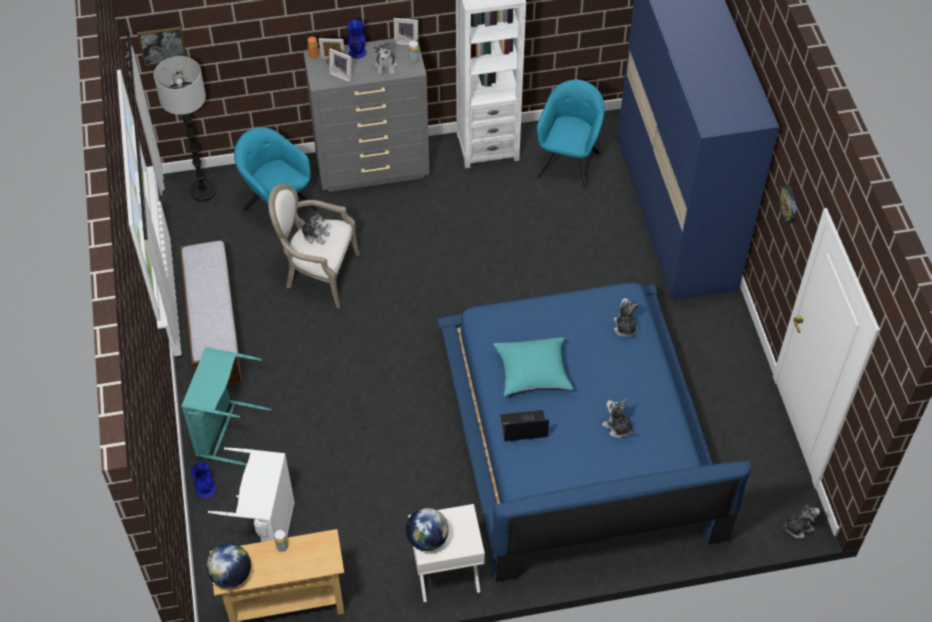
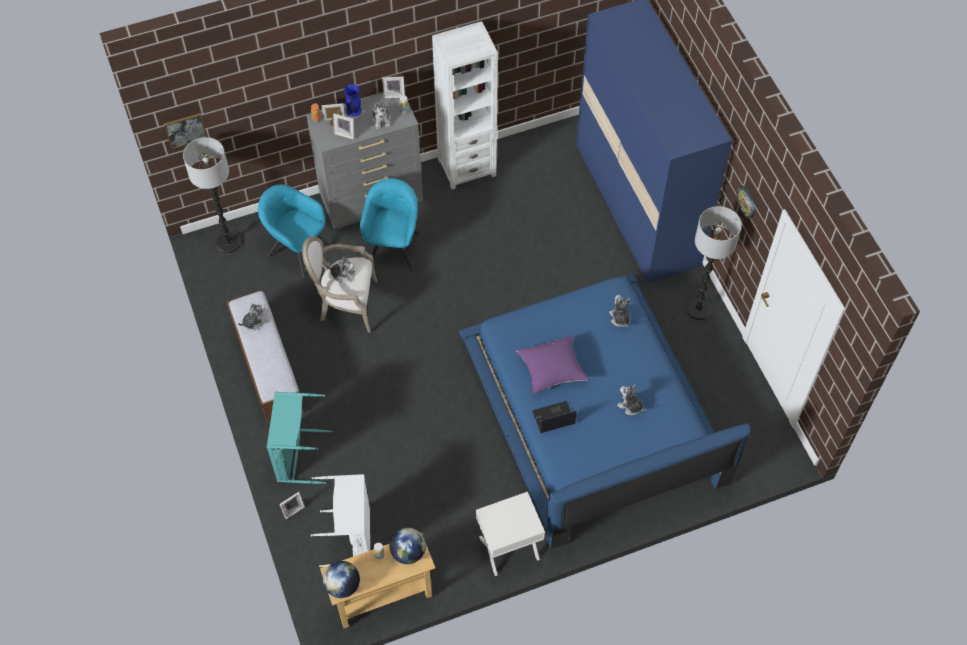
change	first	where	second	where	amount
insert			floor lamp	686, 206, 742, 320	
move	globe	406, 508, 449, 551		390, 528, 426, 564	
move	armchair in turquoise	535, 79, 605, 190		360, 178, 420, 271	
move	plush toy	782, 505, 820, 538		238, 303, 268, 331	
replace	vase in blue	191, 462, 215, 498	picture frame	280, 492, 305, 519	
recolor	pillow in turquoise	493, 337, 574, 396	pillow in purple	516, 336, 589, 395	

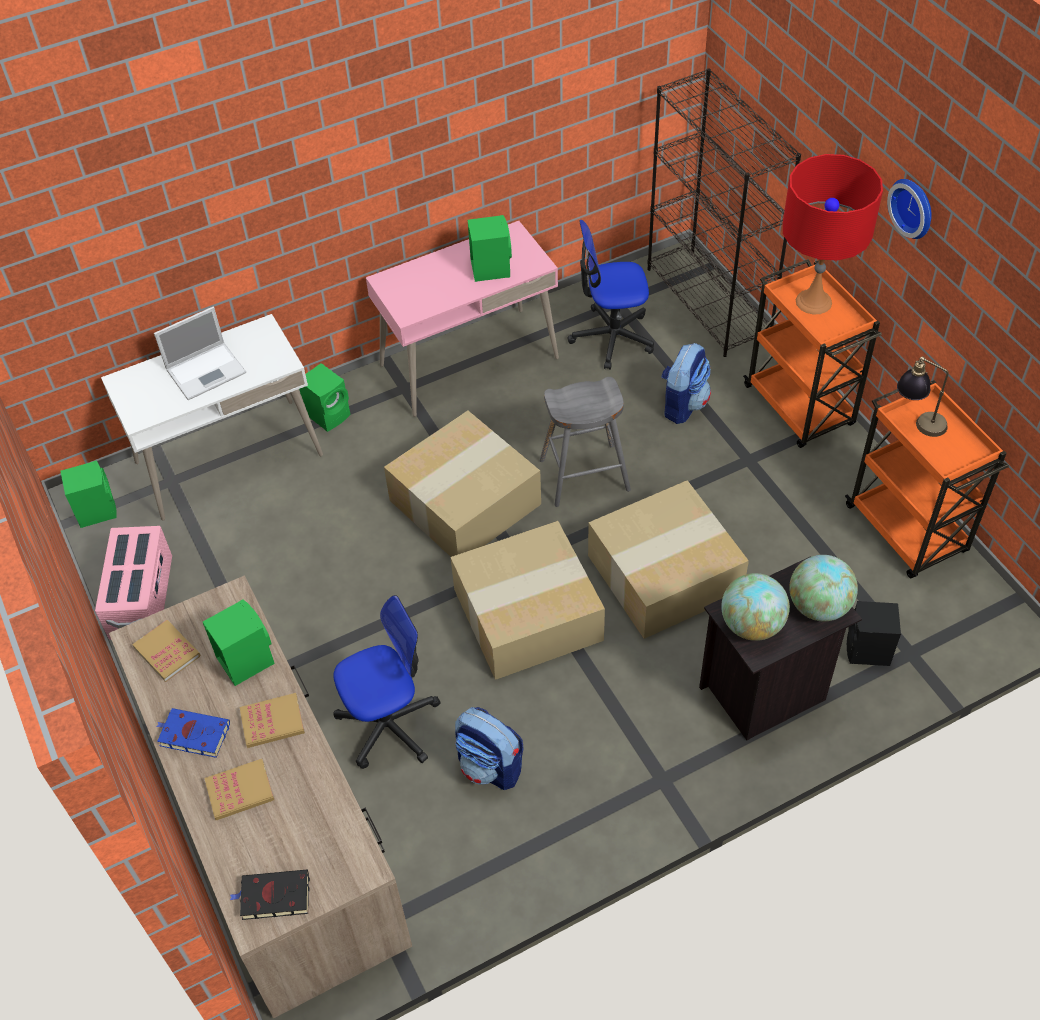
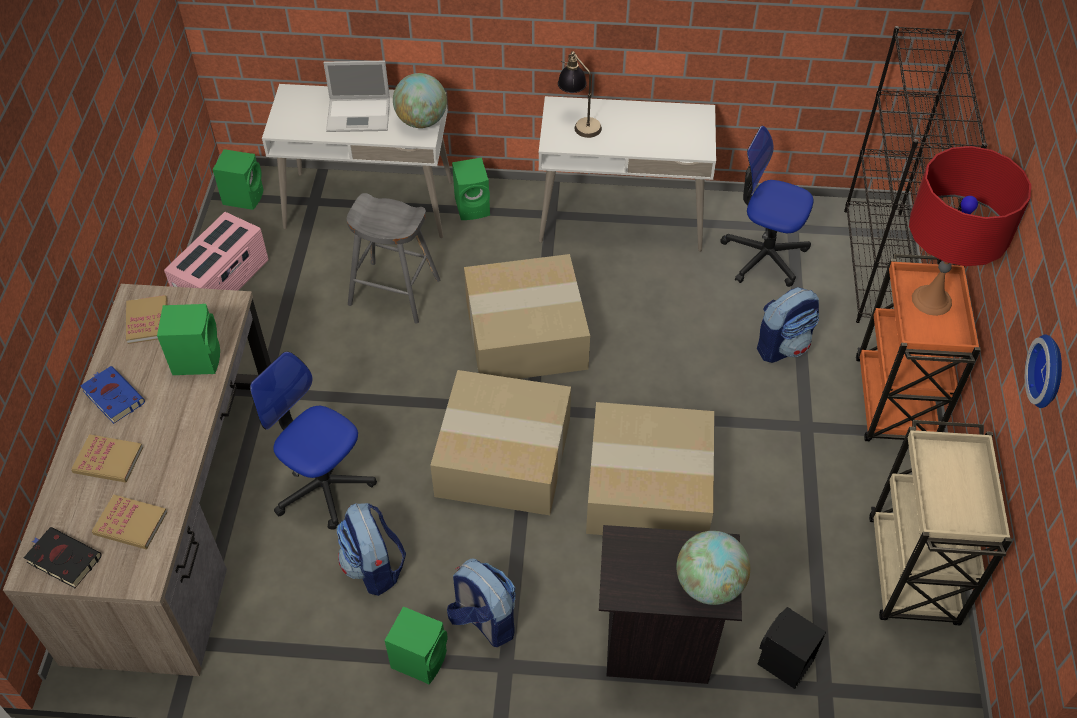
change	first	where	second	where	amount
insert			backpack	447, 558, 516, 647	
move	book	239, 693, 305, 748		92, 494, 167, 549	
move	speaker in green	468, 215, 512, 282		385, 606, 448, 684	
move	stool in grey	540, 377, 631, 507		347, 193, 440, 324	
move	globe	721, 573, 790, 641		393, 73, 447, 128	
move	wall clock	887, 179, 932, 239		1025, 334, 1062, 408	
move	table lamp	897, 356, 949, 437		558, 51, 602, 138	
recolor	desk in pink	366, 221, 559, 417	desk in white	539, 96, 716, 252	
recolor	cart in orange	845, 380, 1009, 578	cart in beige	869, 420, 1012, 625	
rotate	office chair	333, 595, 440, 769		250, 351, 377, 529	150 degrees counterclockwise

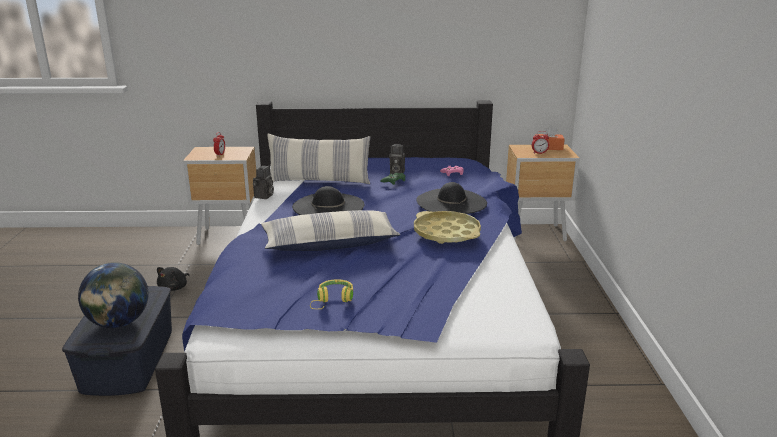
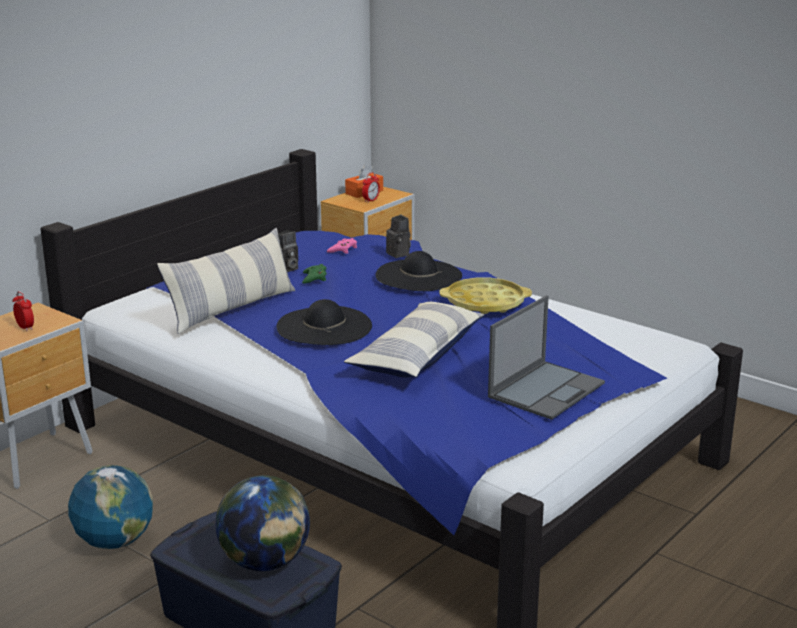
change	first	where	second	where	amount
move	photo camera	253, 166, 274, 199		386, 214, 411, 258	
replace	plush toy in black	157, 267, 190, 291	globe	68, 465, 153, 549	
replace	headphones in yellow	310, 279, 353, 309	laptop	488, 295, 605, 420	

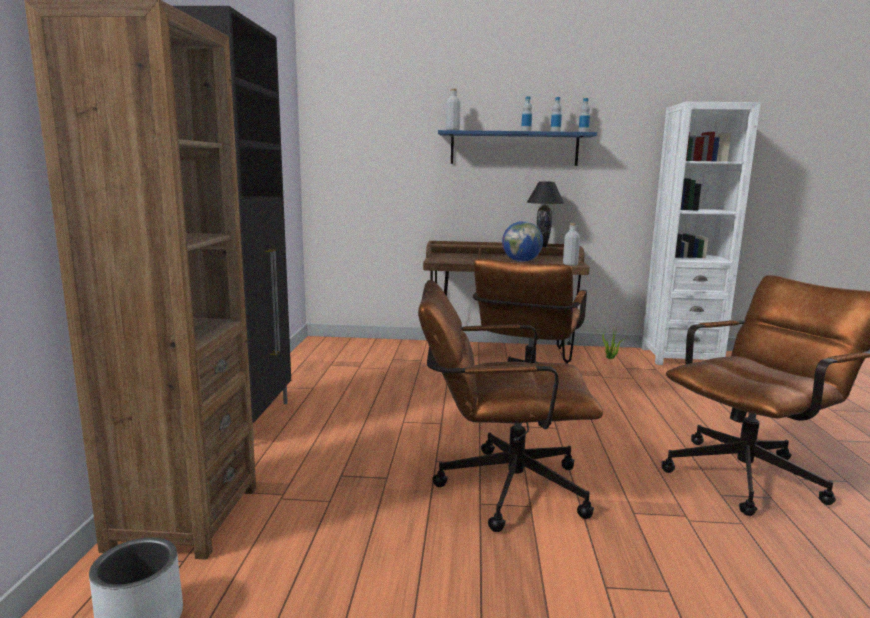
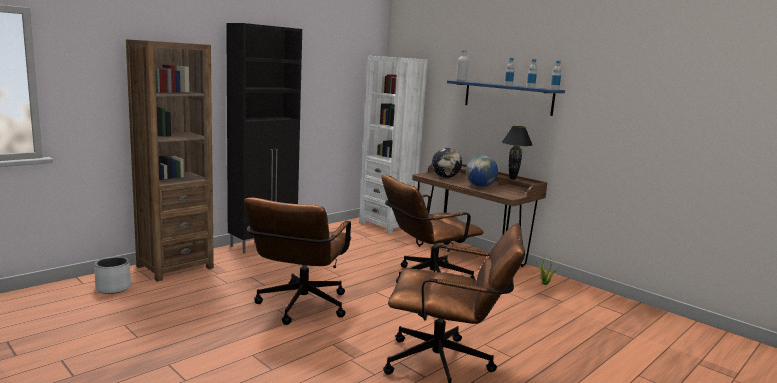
change	first	where	second	where	amount
delete	bottle in grey	563, 223, 580, 266			
insert			globe	432, 148, 462, 178	
move	bookcase in white	642, 102, 761, 365		359, 56, 428, 234	
rotate	office chair in brown	418, 280, 603, 532		244, 198, 351, 325	120 degrees counterclockwise

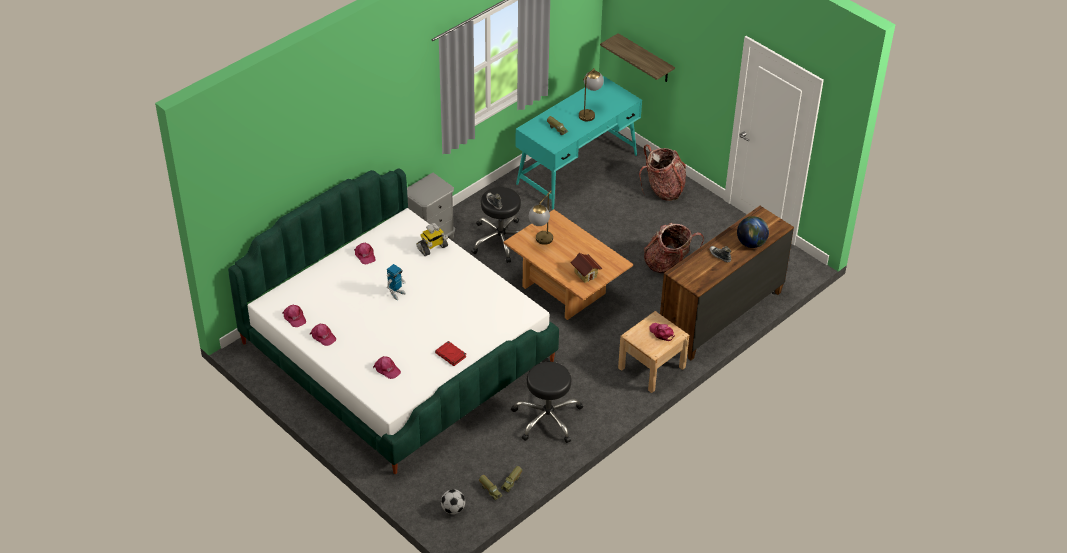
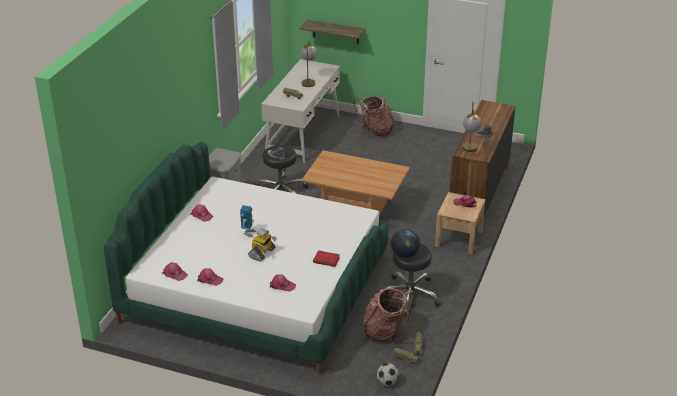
change	first	where	second	where	amount
delete	toy house	570, 253, 603, 283			
move	toy robot	417, 223, 448, 256		248, 228, 277, 261	
move	table lamp	529, 191, 553, 245		462, 101, 482, 152	
move	backpack	644, 223, 704, 273		363, 288, 415, 343	
move	globe	737, 216, 769, 248		391, 229, 420, 258	
recolor	desk in turquoise	516, 76, 642, 209	desk in white	261, 59, 340, 163	

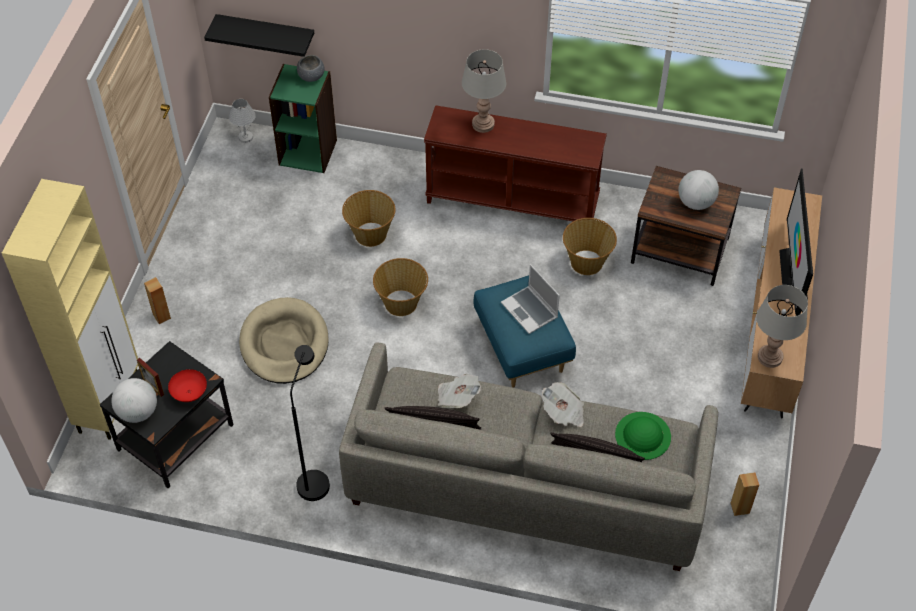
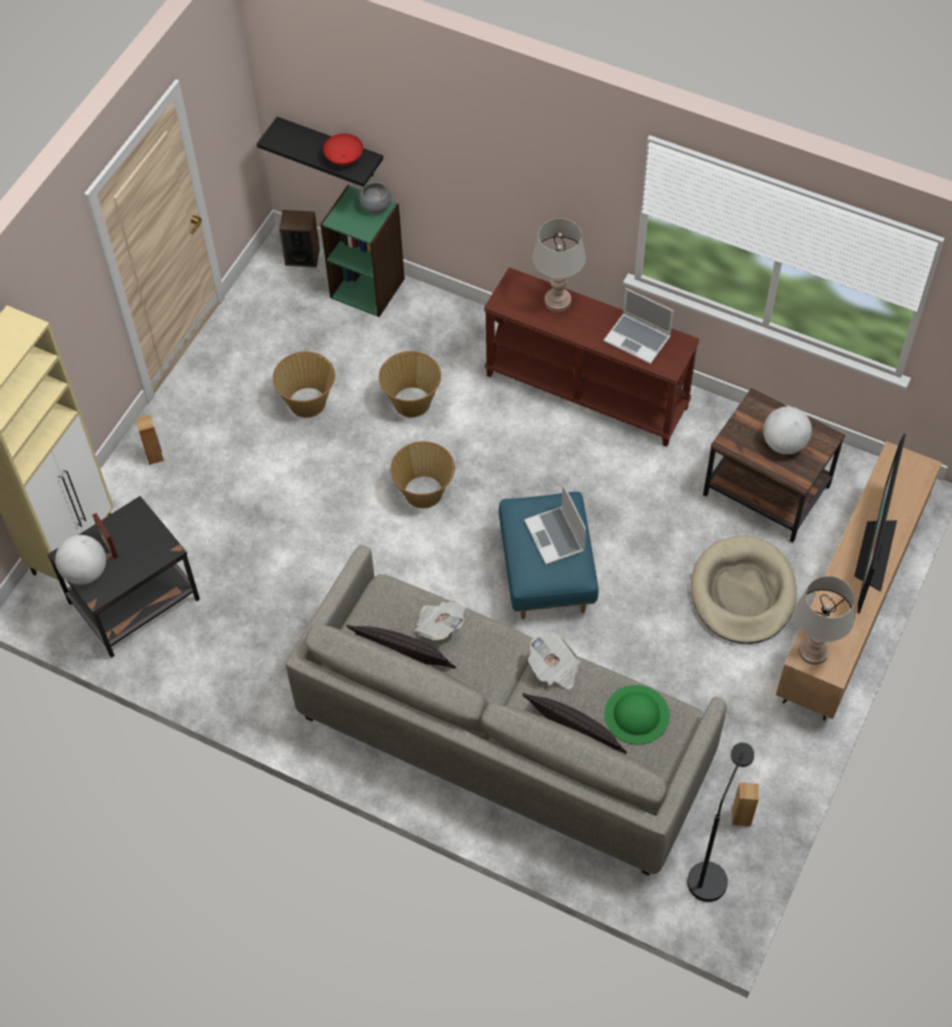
change	first	where	second	where	amount
insert			laptop	604, 288, 674, 364	
move	bowl in red	168, 369, 207, 402		323, 133, 363, 165	
move	dog bed in beige	239, 297, 329, 384		691, 536, 797, 644	
move	floor lamp in black	290, 345, 330, 501		687, 743, 754, 902	
move	basket	563, 218, 617, 275		273, 351, 335, 418	
replace	table lamp in white	229, 99, 256, 143	speaker	279, 210, 320, 268	

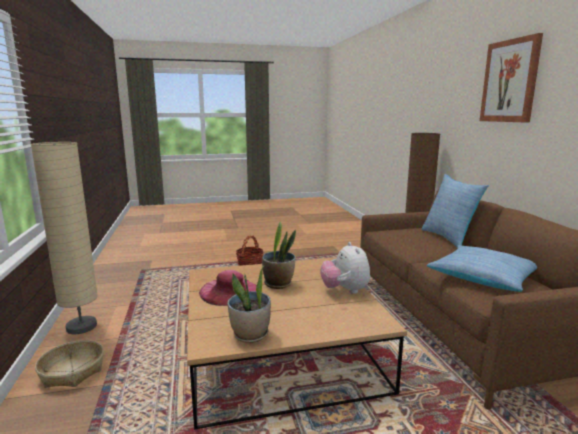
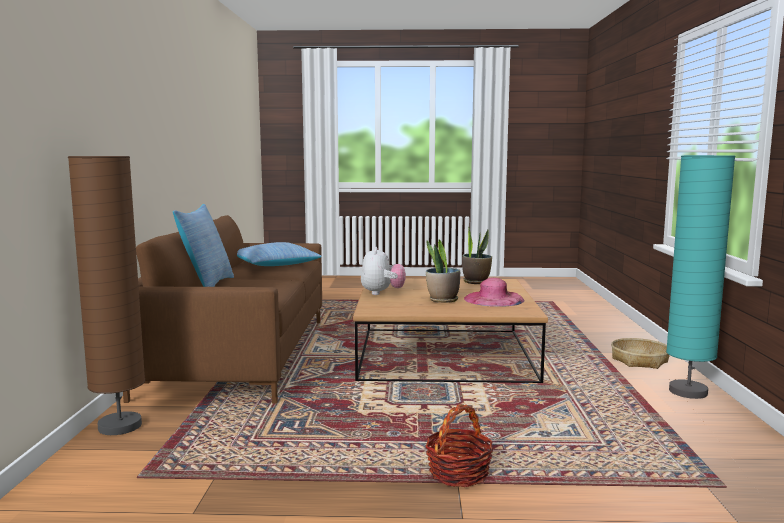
change	first	where	second	where	amount
delete	picture	480, 33, 543, 122			
recolor	floor lamp in beige	31, 142, 98, 335	floor lamp in turquoise	666, 155, 735, 399	

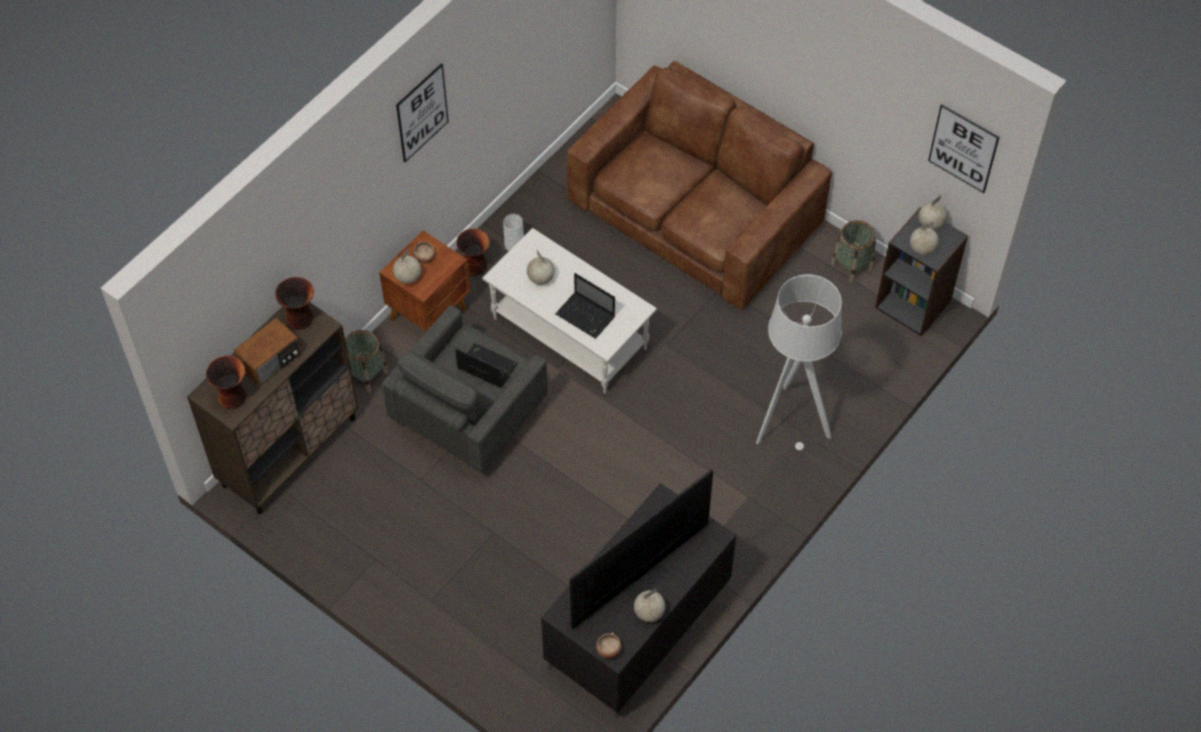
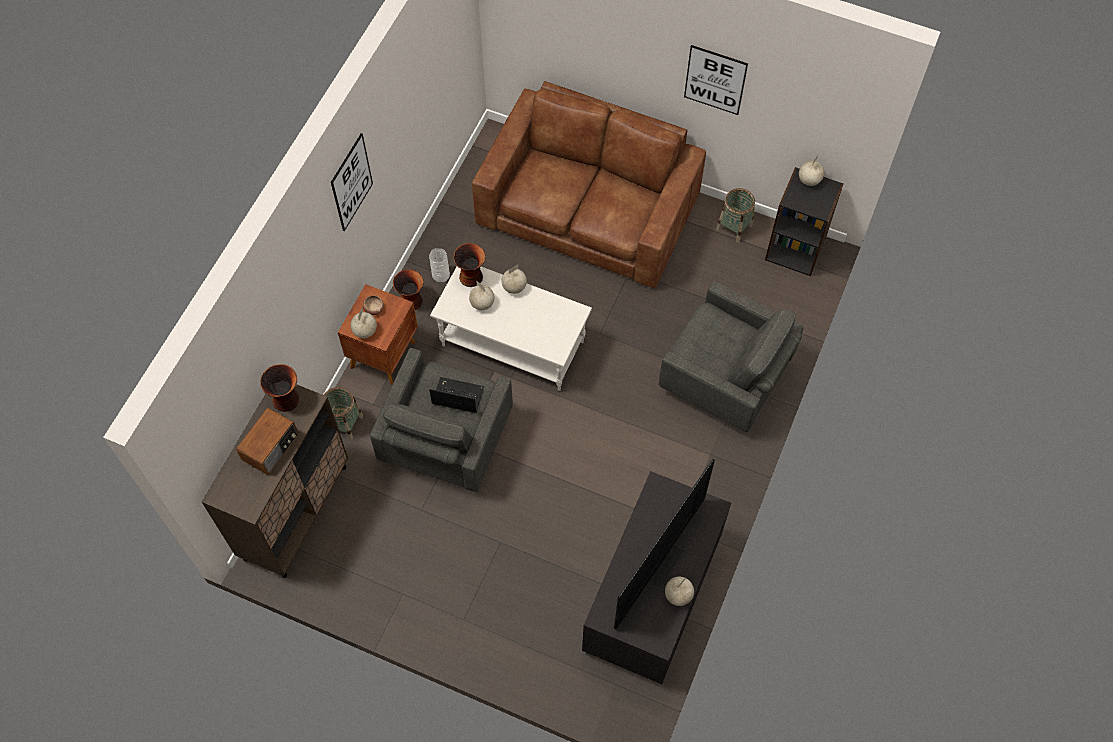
change	first	where	second	where	amount
delete	laptop	555, 273, 615, 338			
delete	bowl	596, 632, 622, 659			
move	vase	206, 355, 246, 409		453, 243, 486, 287	
move	globe	910, 222, 939, 255		502, 264, 527, 294	
move	picture	928, 104, 1000, 193		684, 45, 748, 115	
replace	floor lamp in grey	756, 274, 842, 450	armchair in grey	659, 281, 804, 432	

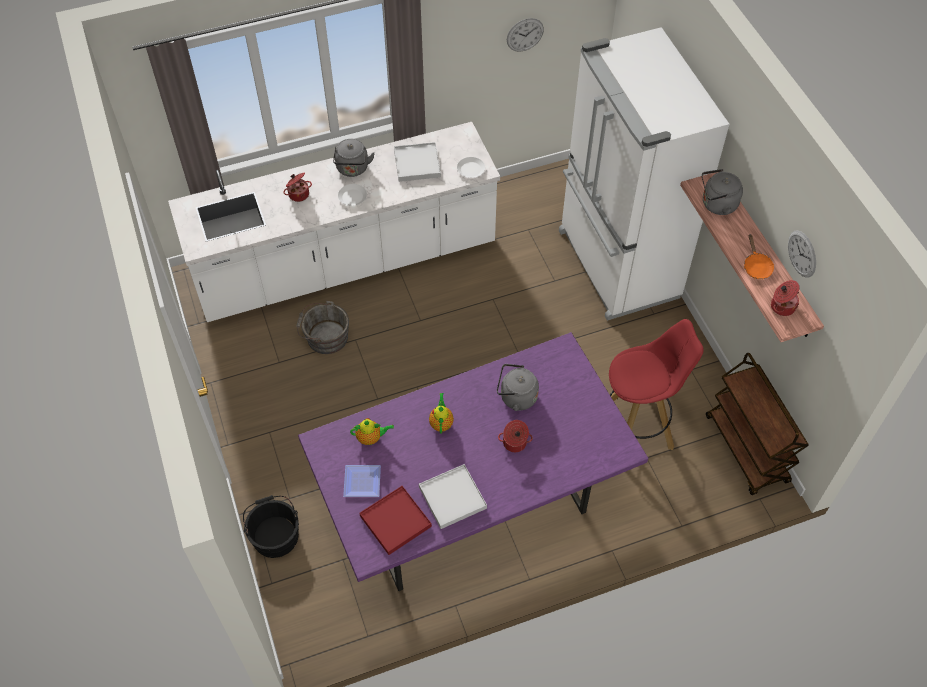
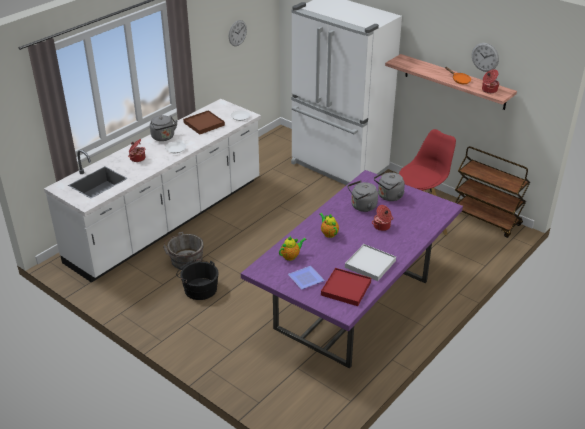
change	first	where	second	where	amount
move	bucket in black	243, 495, 299, 558		176, 259, 219, 300	
move	kettle in grey	702, 169, 743, 215		374, 171, 405, 201	
recolor	tray in white	394, 142, 441, 182	tray in brown	183, 110, 225, 135	

